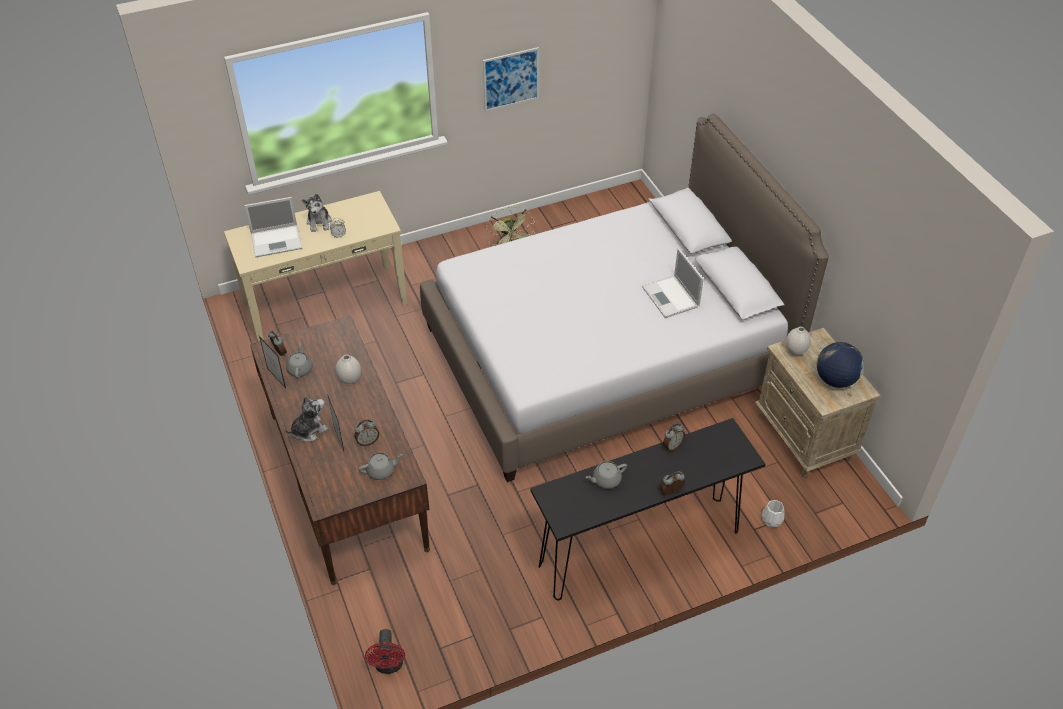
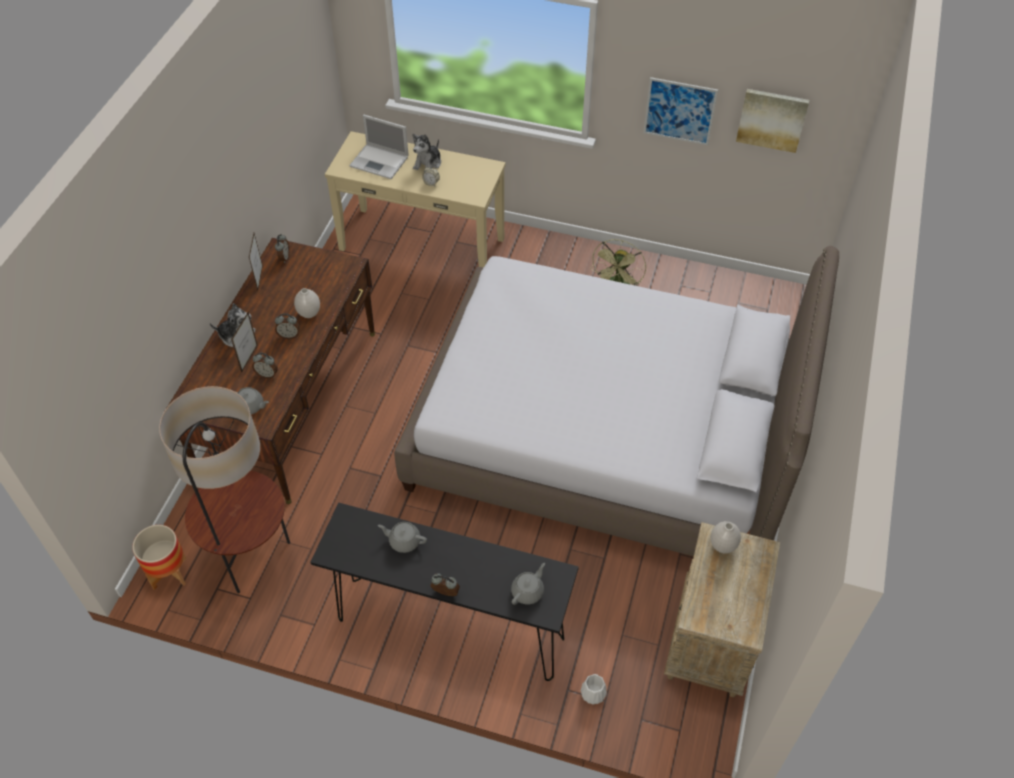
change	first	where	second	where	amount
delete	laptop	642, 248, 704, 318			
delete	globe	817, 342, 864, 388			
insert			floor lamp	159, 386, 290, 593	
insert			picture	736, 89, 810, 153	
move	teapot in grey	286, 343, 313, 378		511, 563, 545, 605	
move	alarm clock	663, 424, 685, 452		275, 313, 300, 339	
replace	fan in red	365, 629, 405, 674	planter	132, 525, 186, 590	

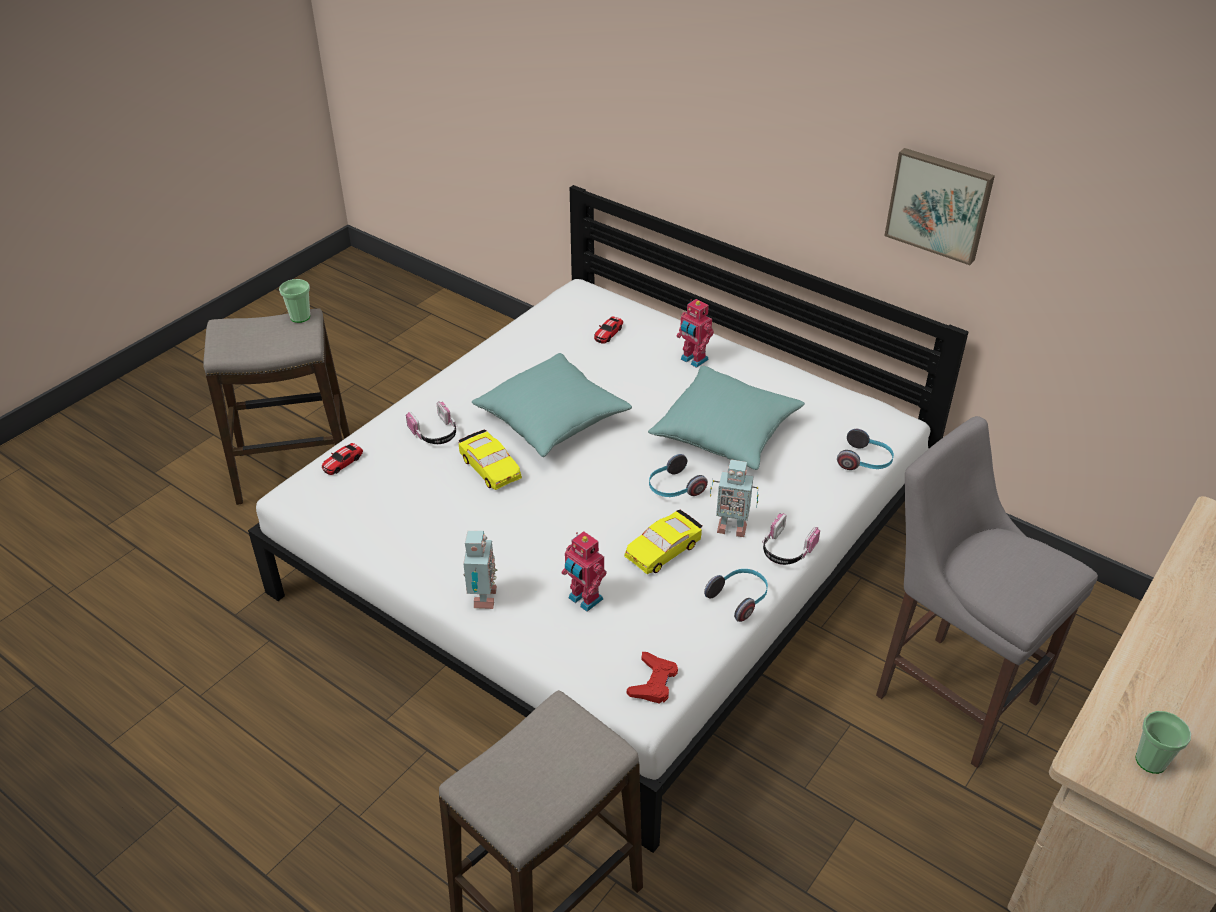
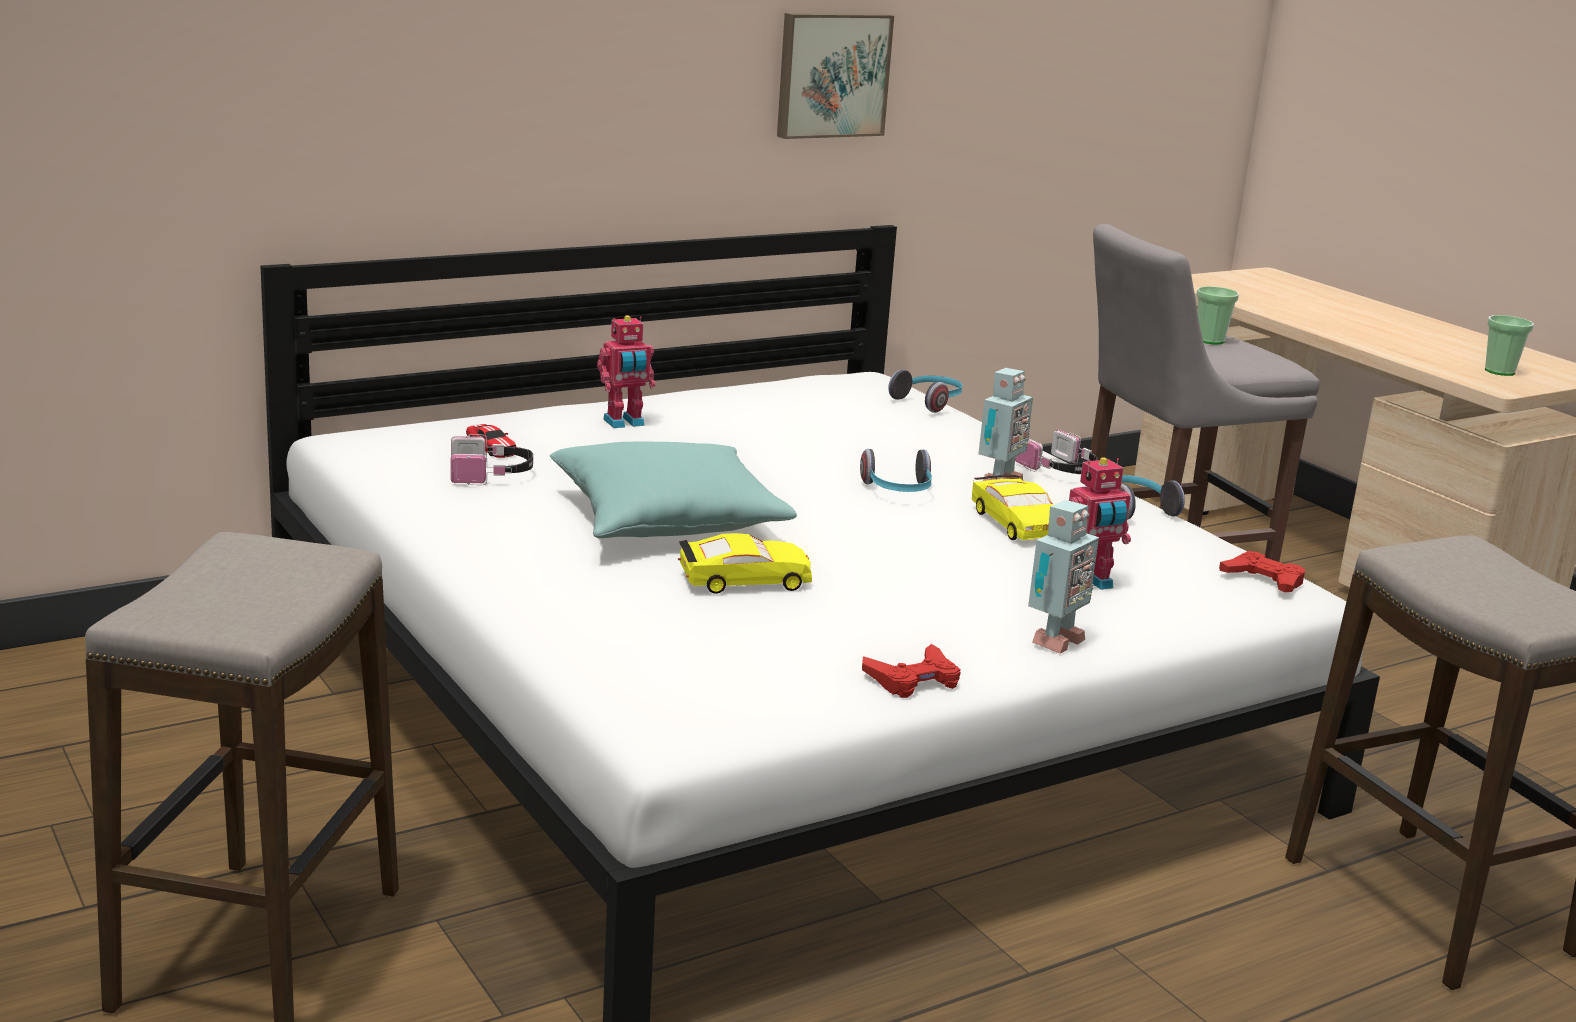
change	first	where	second	where	amount
delete	toy car	322, 443, 363, 475			
delete	pillow in turquoise	648, 366, 805, 470			
insert			game controller in red	862, 644, 961, 698	
move	cup	279, 279, 310, 323		1197, 286, 1239, 344	
move	headphones	406, 401, 457, 444		451, 435, 533, 485	
rotate	toy robot	463, 531, 497, 609		1028, 500, 1099, 653	105 degrees clockwise

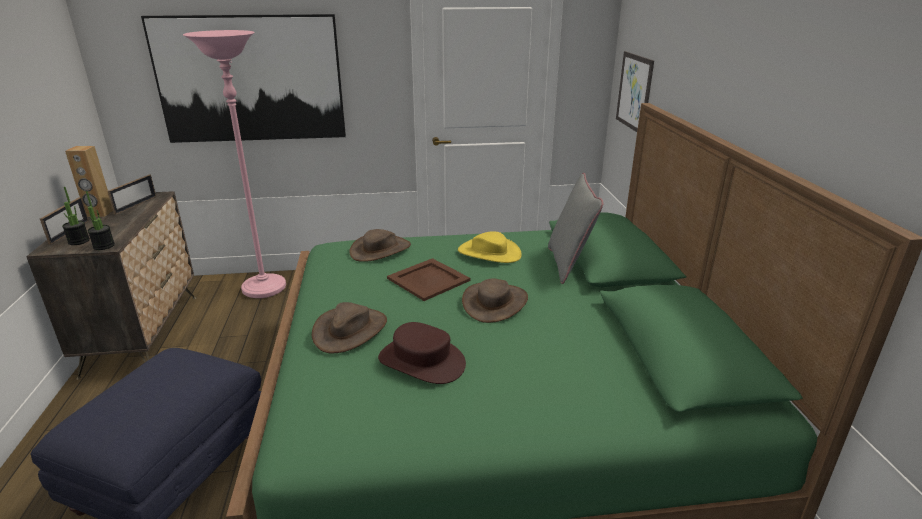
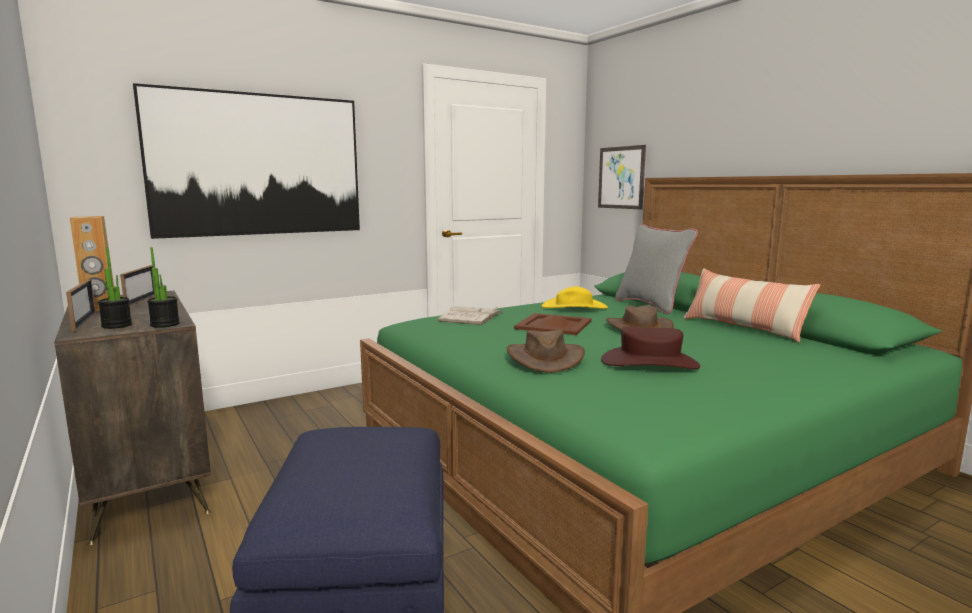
change	first	where	second	where	amount
delete	floor lamp in pink	183, 30, 286, 298			
insert			pillow	683, 268, 821, 343	
replace	hat in brown	349, 229, 411, 262	book in white	437, 306, 501, 325	

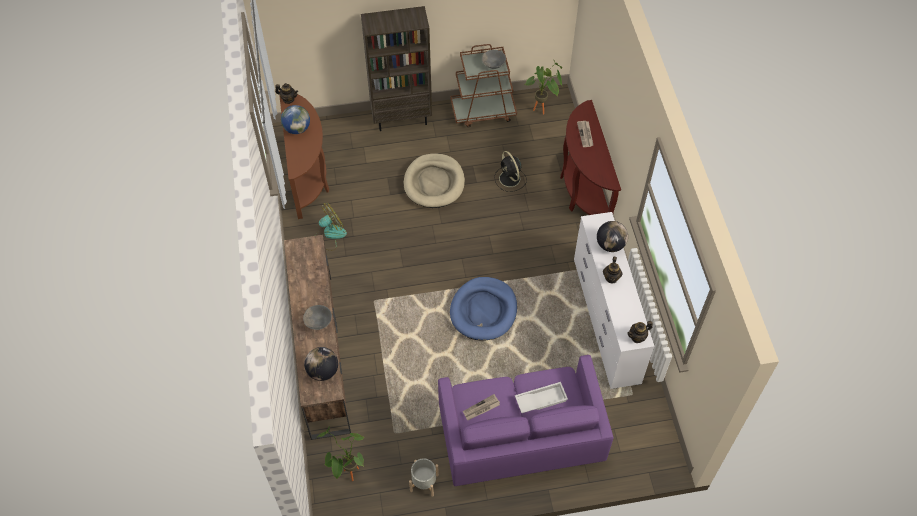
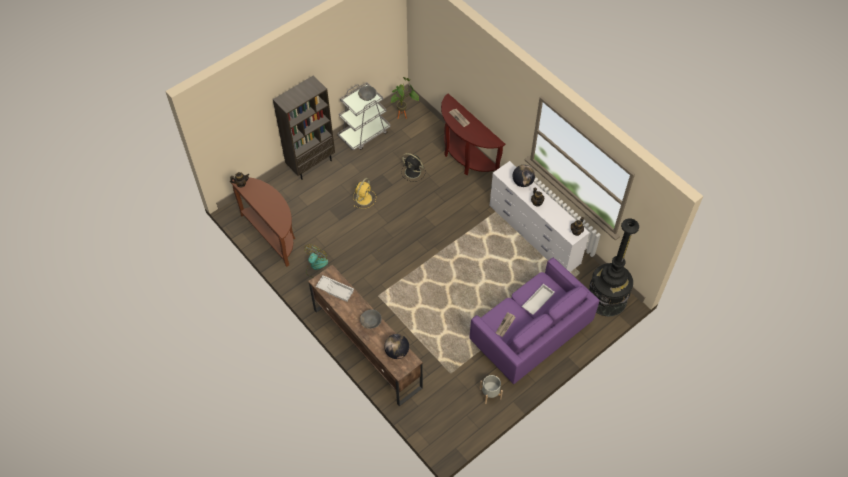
change	first	where	second	where	amount
delete	globe	281, 105, 310, 134			
delete	potted plant	317, 426, 364, 481			
delete	dog bed in blue	450, 277, 517, 341			
insert			tray in white	316, 275, 354, 302	
insert			floor lamp in black	589, 218, 639, 316	
replace	dog bed in beige	404, 153, 465, 208	fan in yellow	353, 178, 376, 209	
recolor	cart in brown	450, 44, 517, 127	cart in grey	337, 82, 391, 150	

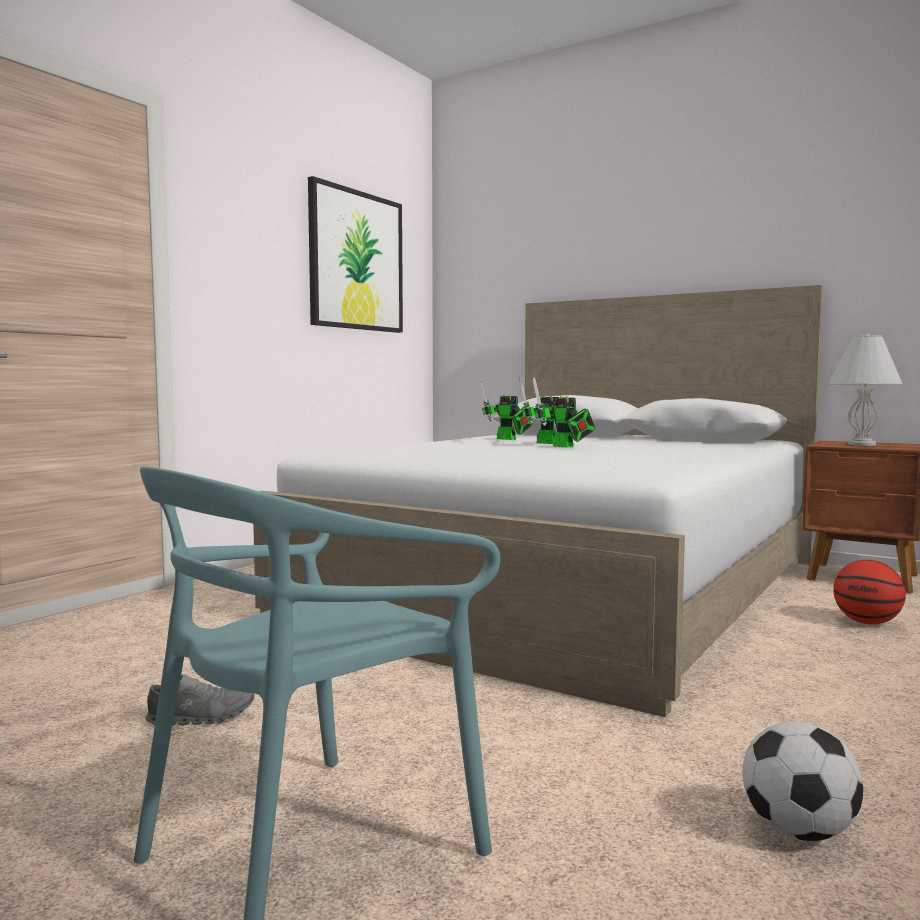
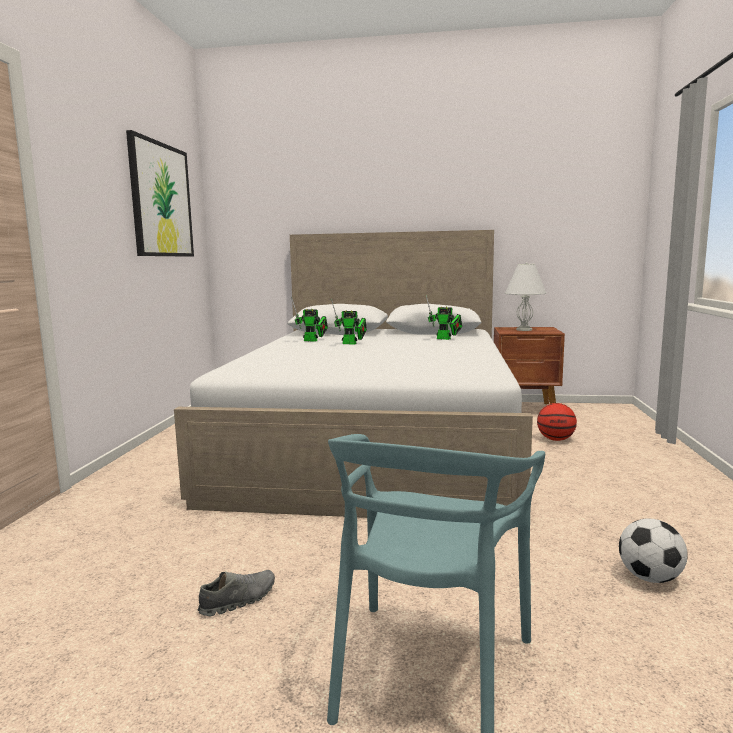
change	first	where	second	where	amount
move	toy robot	533, 377, 596, 448		426, 295, 462, 340	

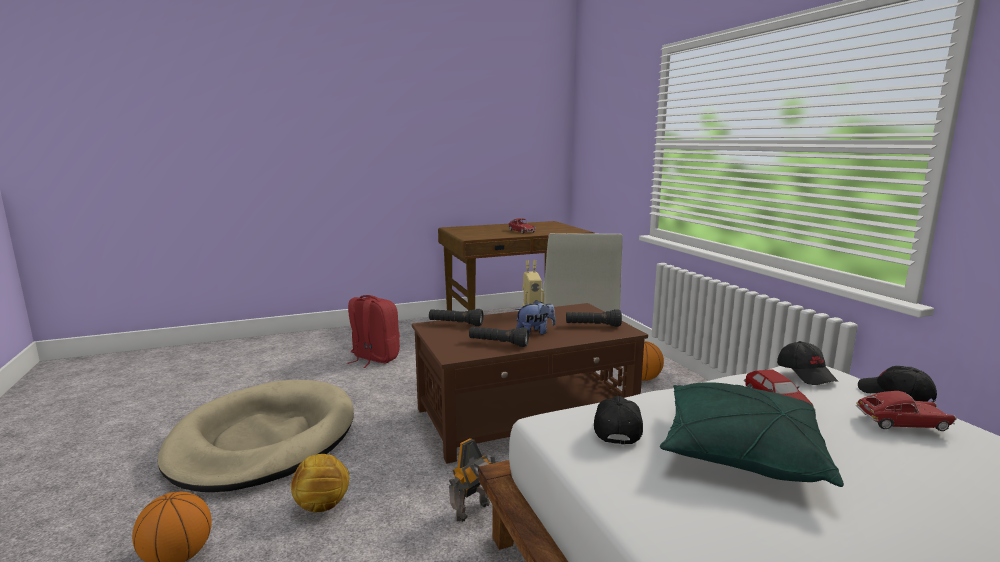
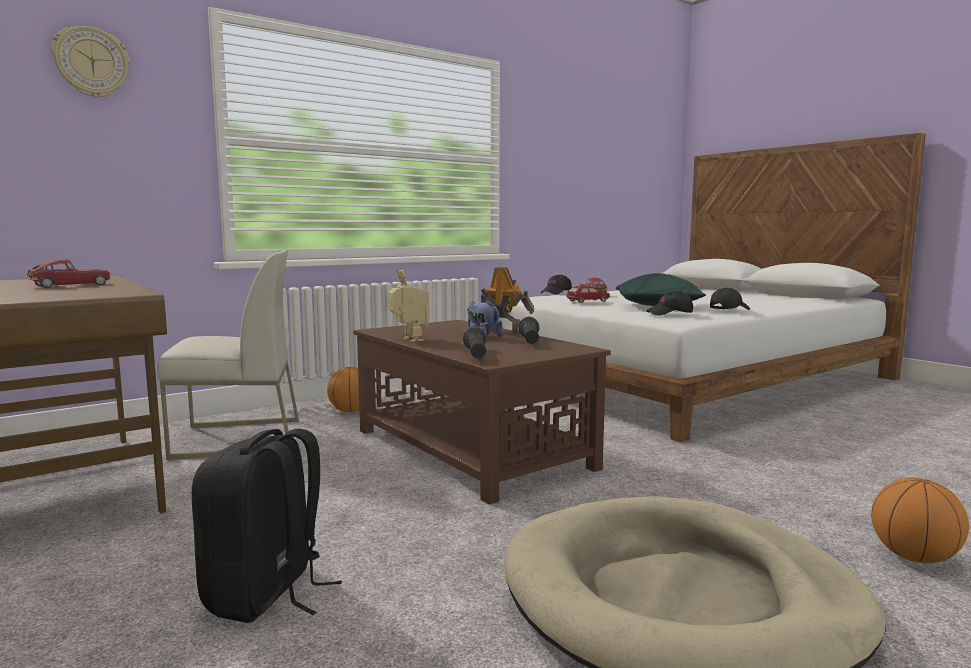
change	first	where	second	where	amount
delete	football	291, 454, 350, 513			
delete	flashlight in black	566, 309, 622, 327			
insert			wall clock	51, 26, 130, 98	
move	toy robot	449, 438, 496, 522		481, 267, 534, 334	
move	cap in black	777, 341, 838, 385		710, 288, 750, 310	
recolor	backpack in red	347, 295, 400, 368	backpack in black	192, 428, 342, 623	

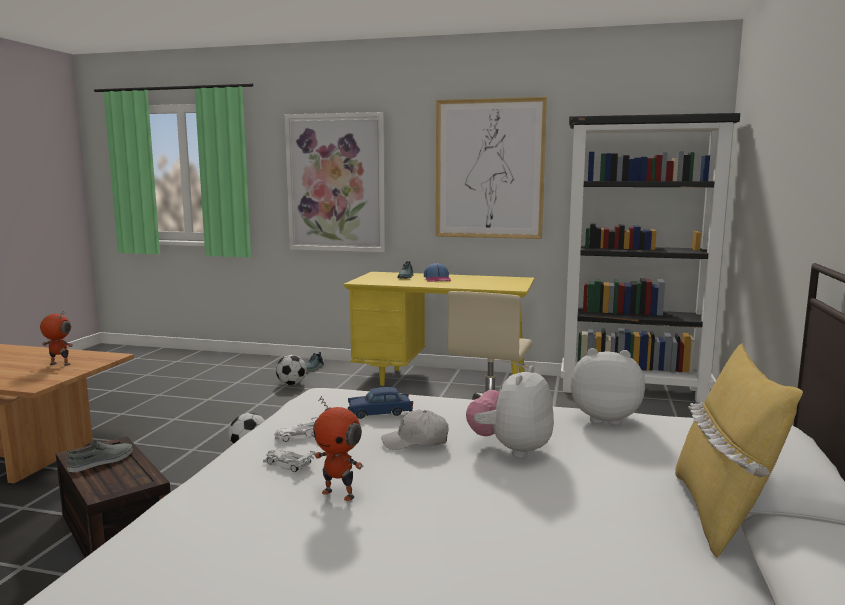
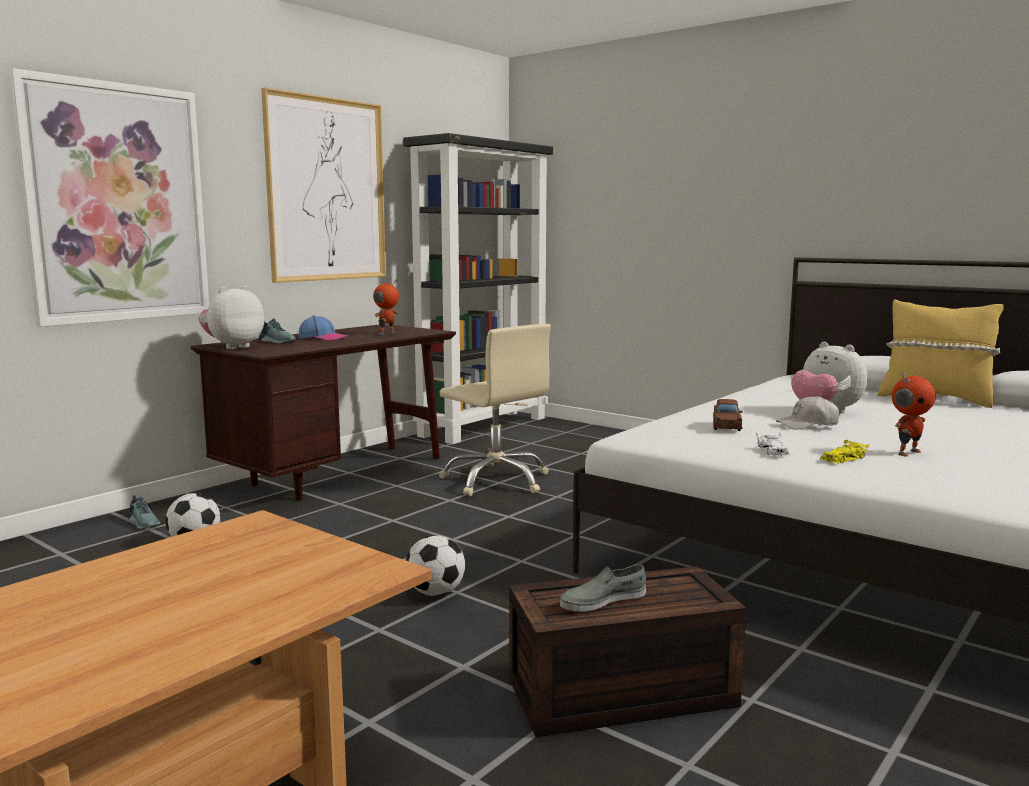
change	first	where	second	where	amount
move	toy robot	40, 311, 73, 366		373, 280, 399, 335	
move	plush toy	571, 348, 645, 425		198, 285, 264, 349	
recolor	toy car in white	263, 449, 315, 472	toy car in yellow	820, 440, 869, 464	
recolor	desk in yellow	343, 272, 535, 386	desk in brown	191, 324, 456, 501	
recolor	toy car in blue	348, 387, 413, 419	toy car in brown	713, 399, 743, 431	
rotate	shoe in grey	67, 440, 133, 472		560, 565, 646, 612	90 degrees counterclockwise
rotate	cap in white	381, 410, 449, 450		776, 396, 839, 429	60 degrees clockwise

